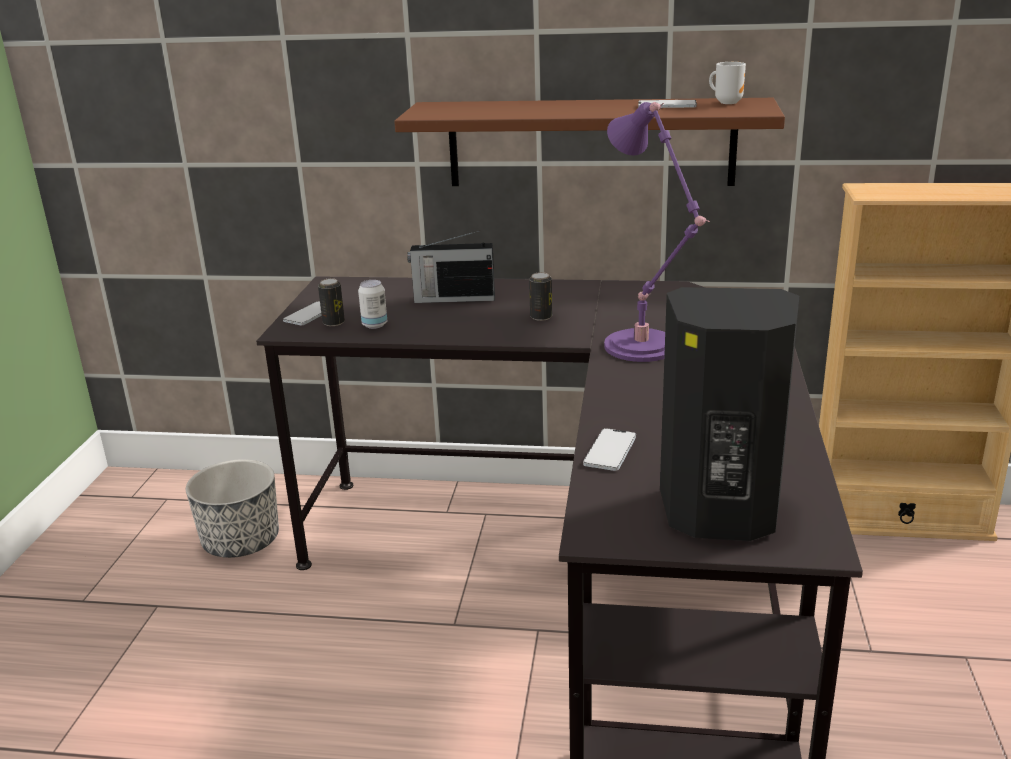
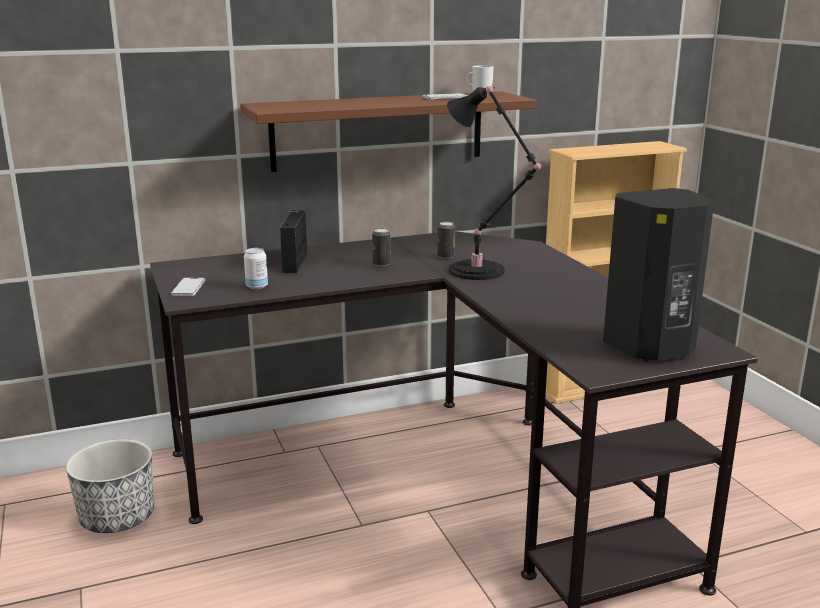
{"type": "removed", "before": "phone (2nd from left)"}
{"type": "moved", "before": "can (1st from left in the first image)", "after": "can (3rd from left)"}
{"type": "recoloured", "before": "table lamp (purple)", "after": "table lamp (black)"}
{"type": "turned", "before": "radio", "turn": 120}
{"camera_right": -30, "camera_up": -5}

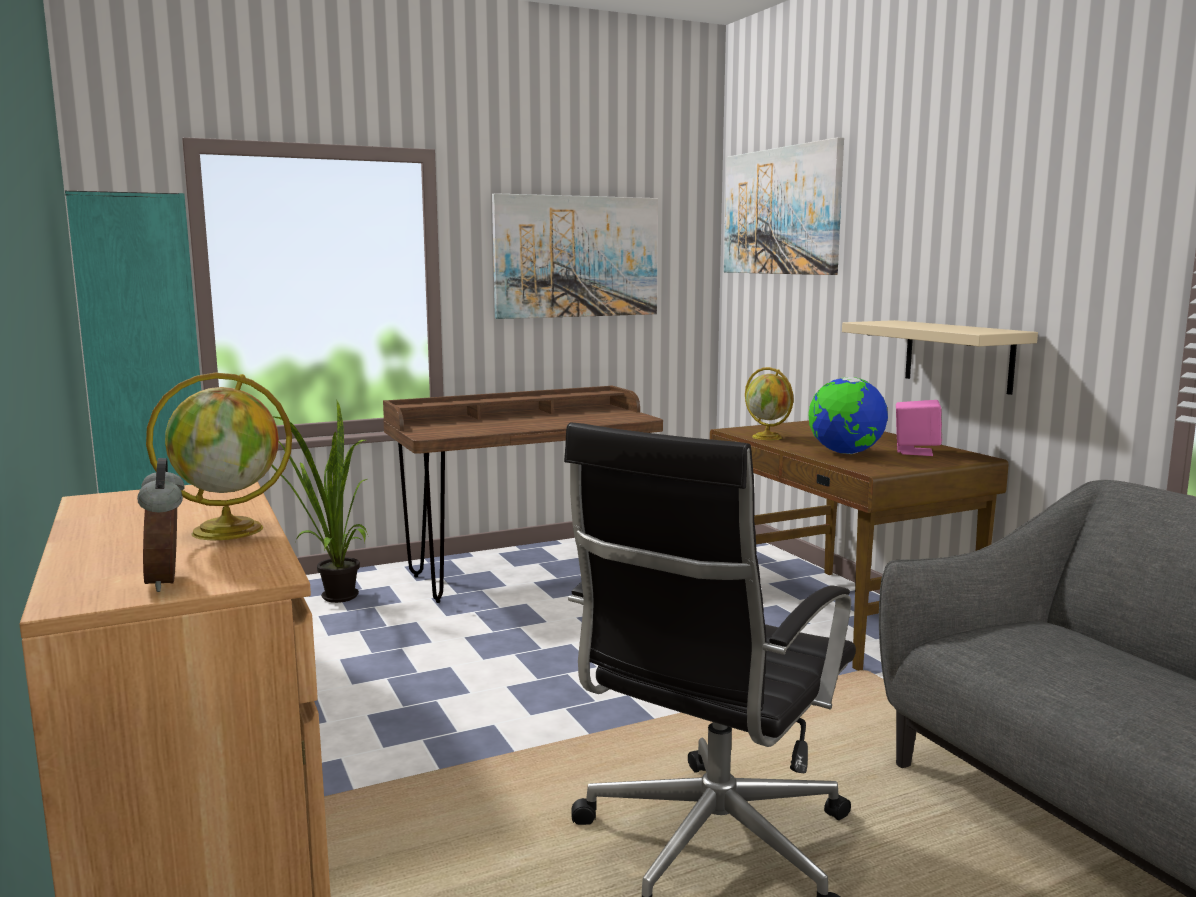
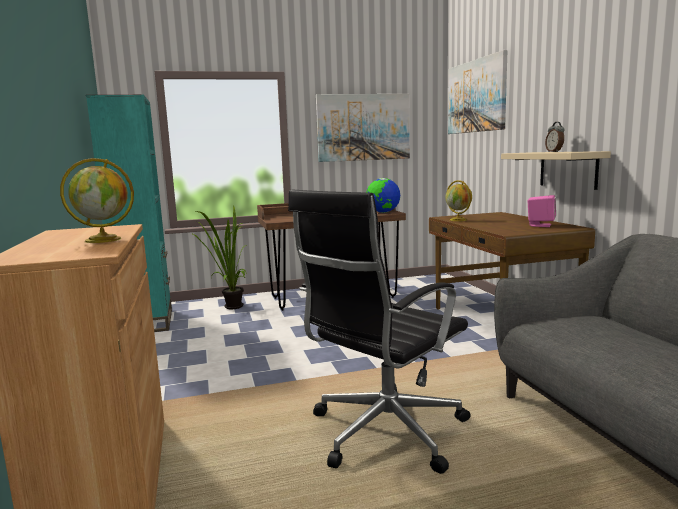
{"type": "moved", "before": "alarm clock"}
{"type": "moved", "before": "globe (3rd from left in the first image)", "after": "globe (2nd from left)"}
{"camera_right": 10, "camera_up": 0}

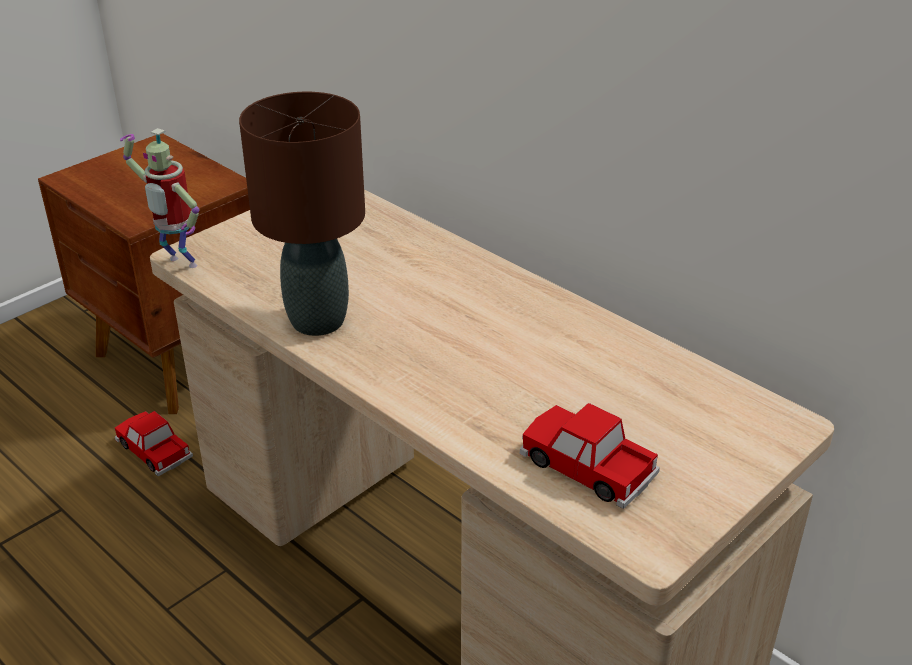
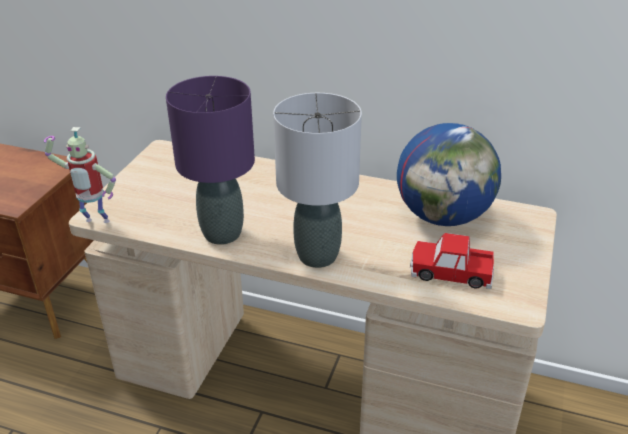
{"type": "removed", "before": "toy car (1st from left)"}
{"type": "added", "after": "table lamp (grey)"}
{"type": "added", "after": "globe"}
{"type": "recoloured", "before": "table lamp (brown)", "after": "table lamp (purple)"}
{"camera_right": -25, "camera_up": 0}

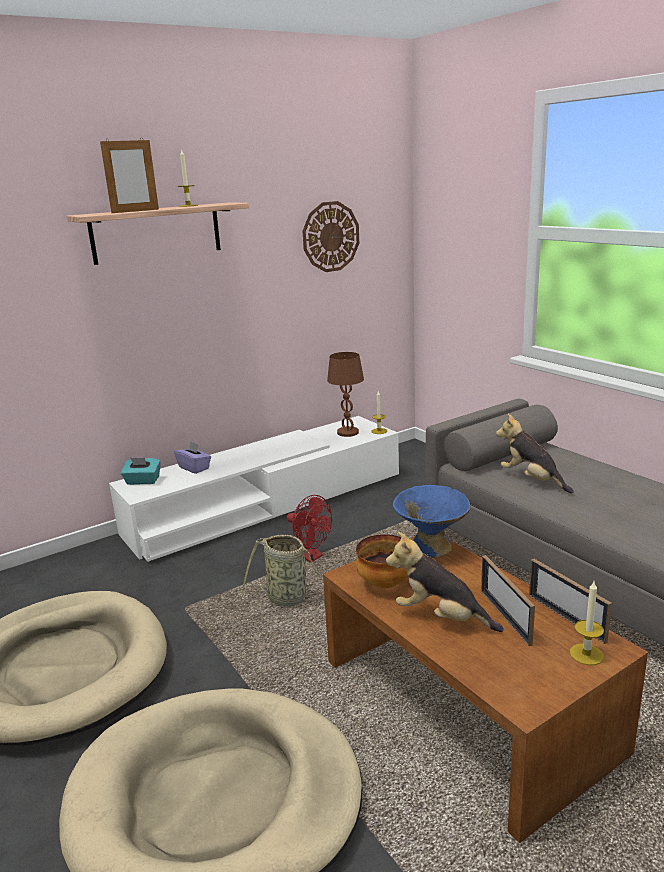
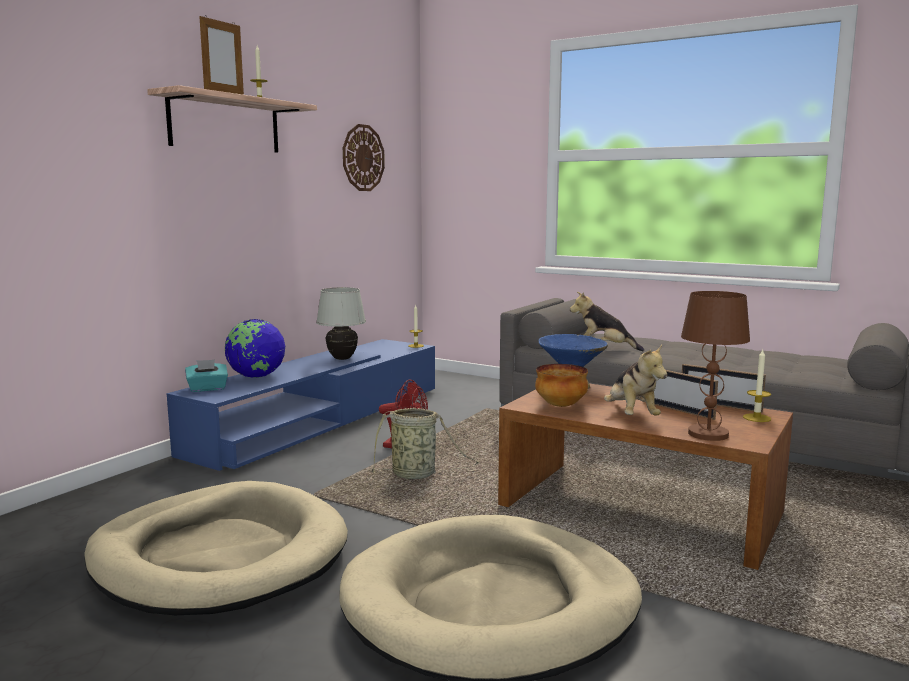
{"type": "added", "after": "table lamp (white)"}
{"type": "moved", "before": "table lamp (brown)"}
{"type": "replaced", "before": "tissue box (purple)", "after": "globe"}
{"type": "recoloured", "before": "tv stand (white)", "after": "tv stand (blue)"}
{"type": "turned", "before": "plush toy (1st from left in the first image)", "turn": -105}
{"camera_right": -25, "camera_up": -10}

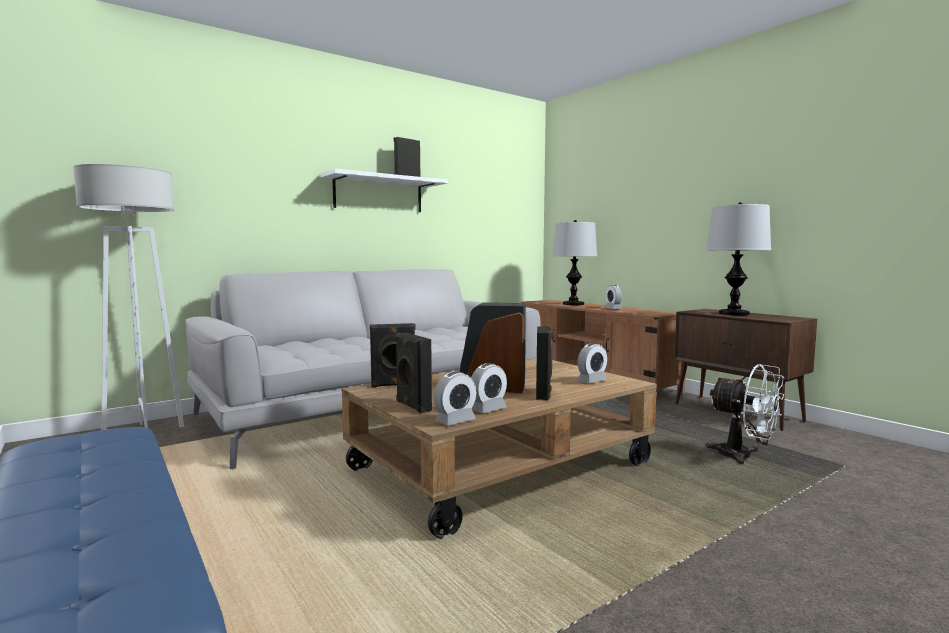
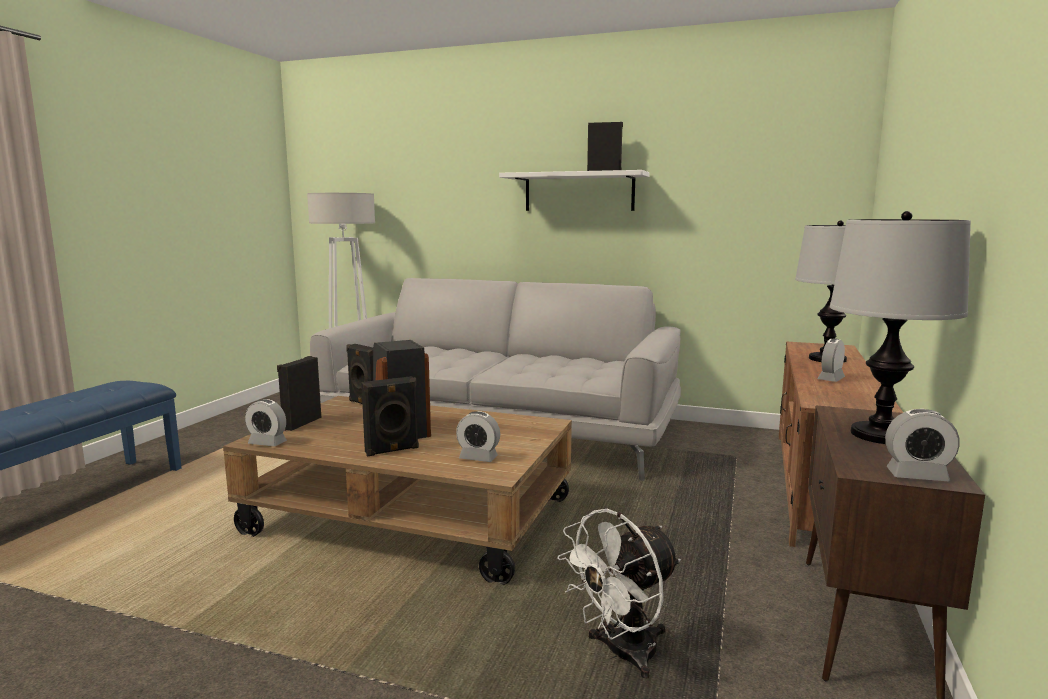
{"type": "moved", "before": "alarm clock (2nd from left in the first image)", "after": "alarm clock (4th from left)"}
{"type": "turned", "before": "fan (white)", "turn": 45}
{"camera_right": 55, "camera_up": 5}

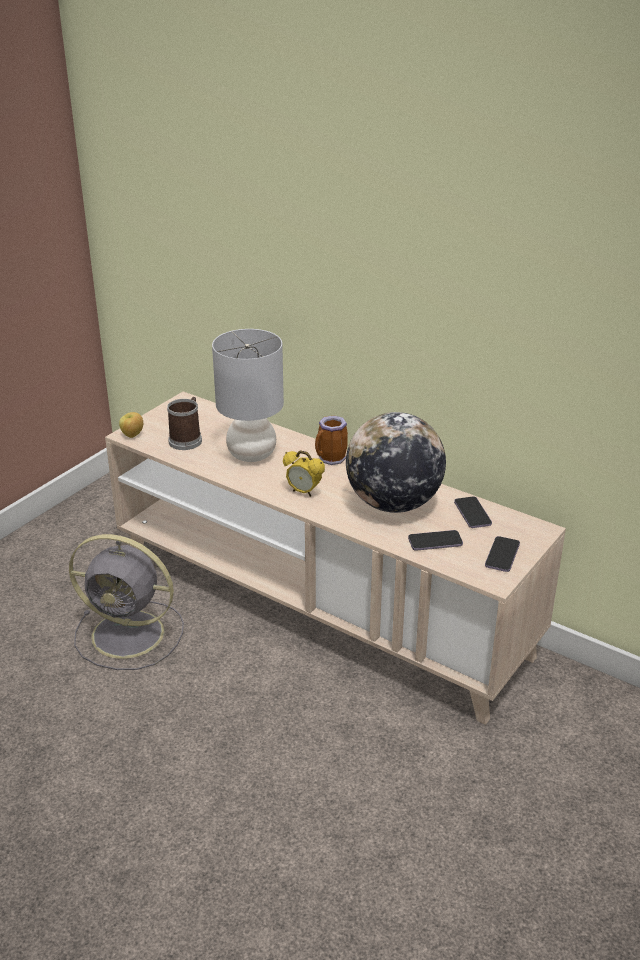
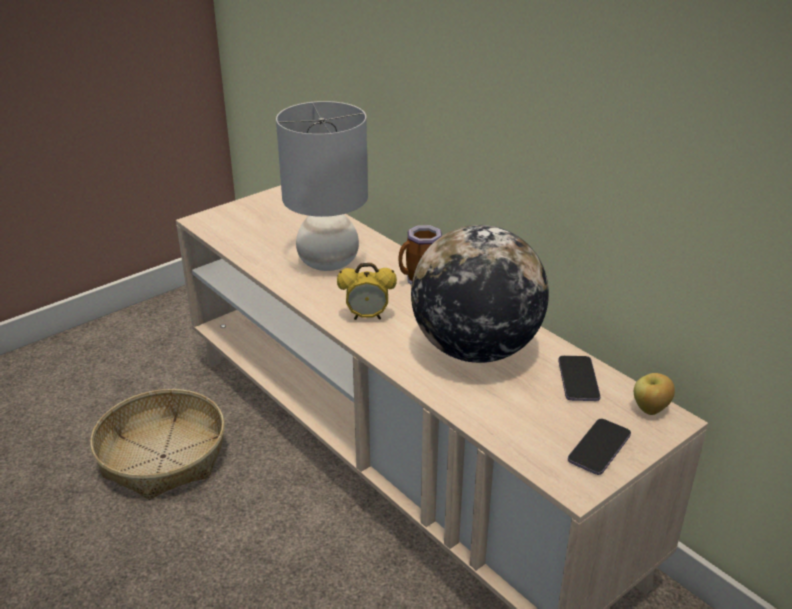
{"type": "removed", "before": "mug (1st from left)"}
{"type": "removed", "before": "phone (1st from left)"}
{"type": "moved", "before": "apple"}
{"type": "replaced", "before": "fan (grey)", "after": "basket"}
{"type": "turned", "before": "alarm clock", "turn": -45}
{"camera_right": 15, "camera_up": 0}

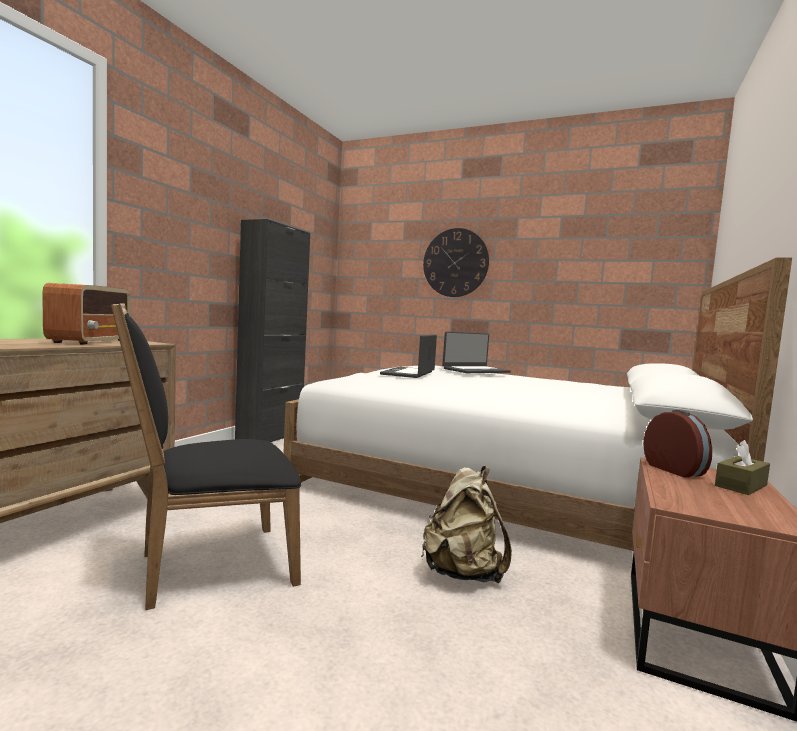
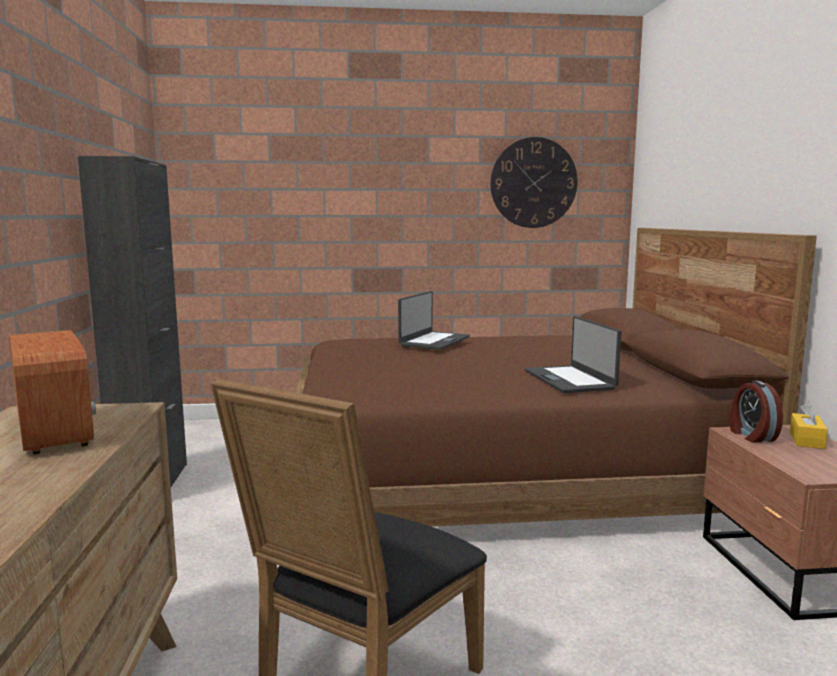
{"type": "removed", "before": "backpack (beige)"}
{"type": "moved", "before": "laptop (1st from left in the first image)", "after": "laptop (2nd from left)"}
{"type": "moved", "before": "wall clock"}
{"type": "recoloured", "before": "bed (white)", "after": "bed (brown)"}
{"type": "recoloured", "before": "tissue box (brown)", "after": "tissue box (yellow)"}
{"type": "turned", "before": "alarm clock", "turn": -135}
{"camera_right": -30, "camera_up": 5}

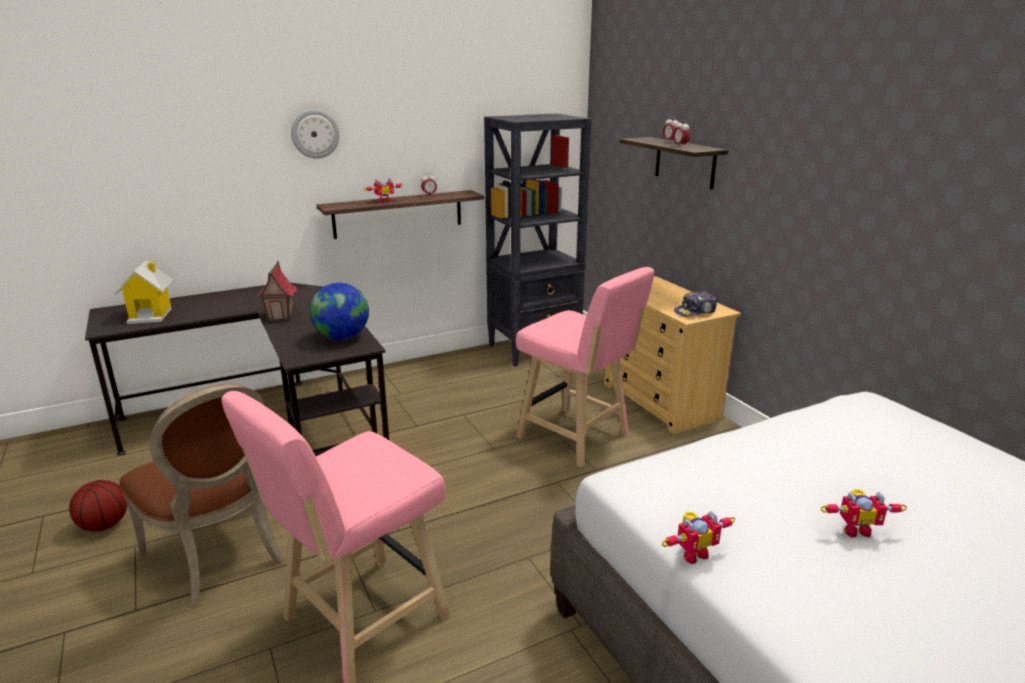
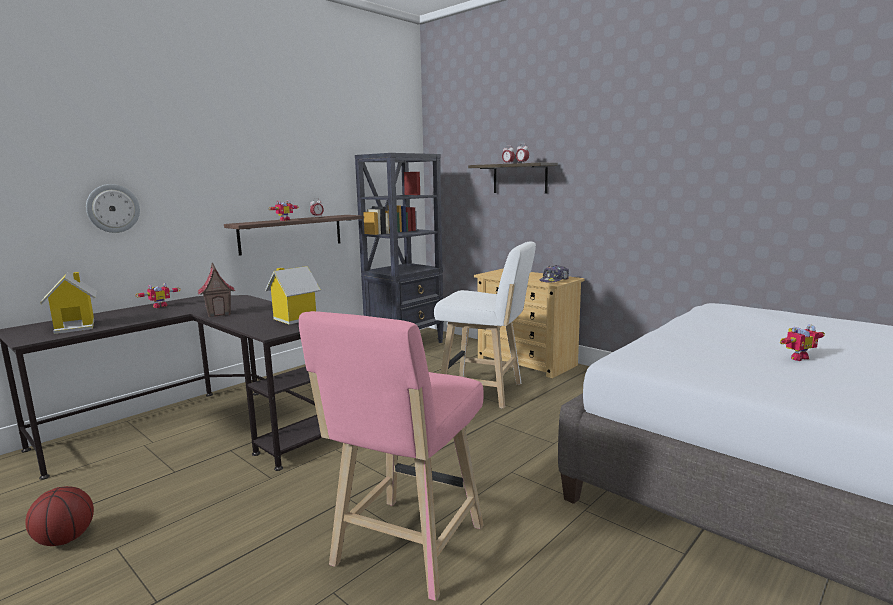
{"type": "removed", "before": "chair (brown)"}
{"type": "moved", "before": "wall clock"}
{"type": "moved", "before": "toy robot (2nd from left in the first image)", "after": "toy robot (1st from left)"}
{"type": "replaced", "before": "globe", "after": "toy house (3rd from left)"}
{"type": "recoloured", "before": "stool (pink) (2nd from left)", "after": "stool (white)"}
{"camera_right": -20, "camera_up": -10}

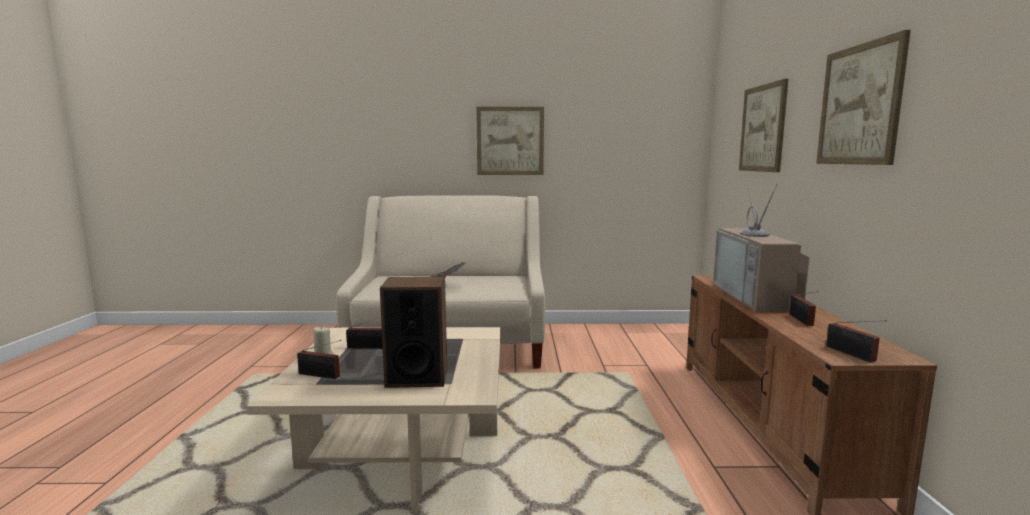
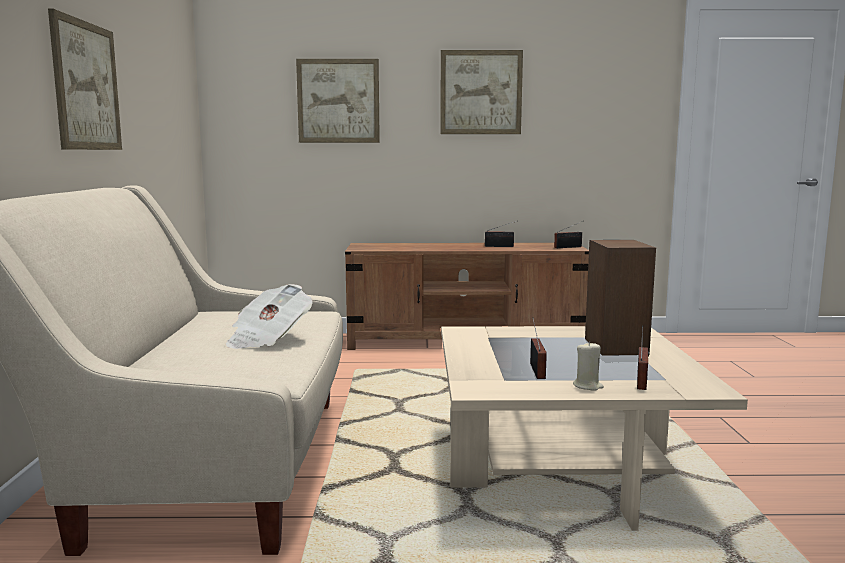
{"type": "removed", "before": "television"}
{"camera_right": -90, "camera_up": 0}

